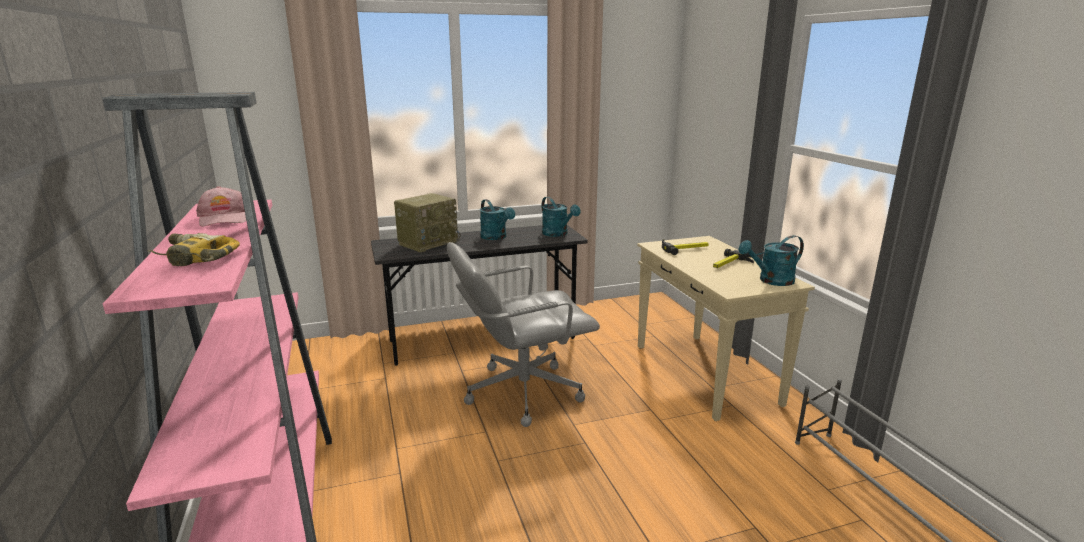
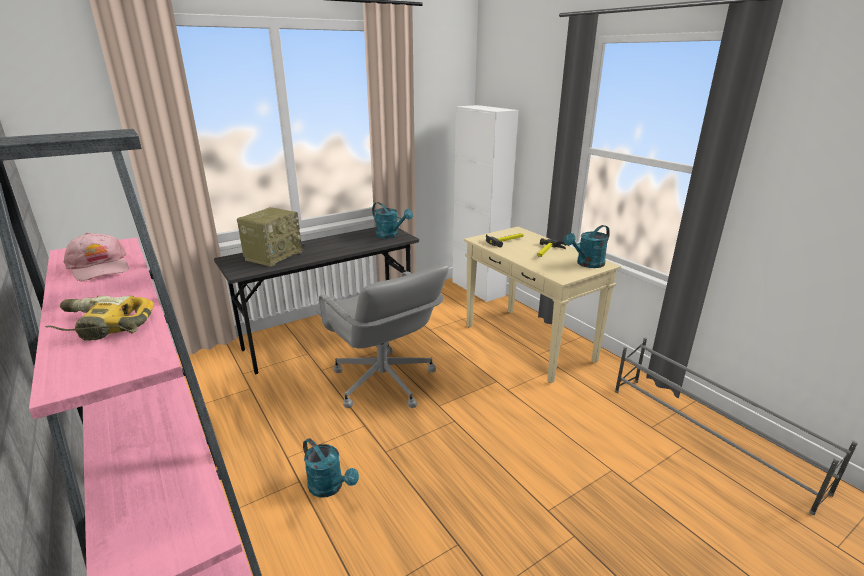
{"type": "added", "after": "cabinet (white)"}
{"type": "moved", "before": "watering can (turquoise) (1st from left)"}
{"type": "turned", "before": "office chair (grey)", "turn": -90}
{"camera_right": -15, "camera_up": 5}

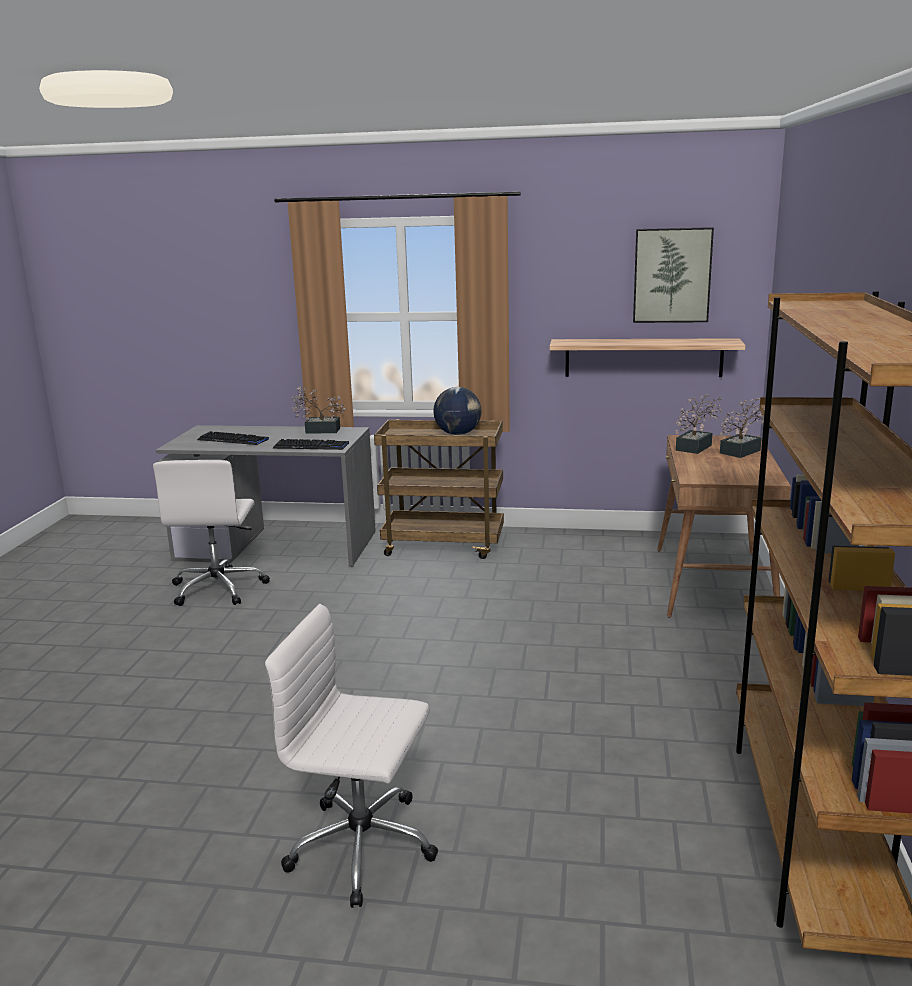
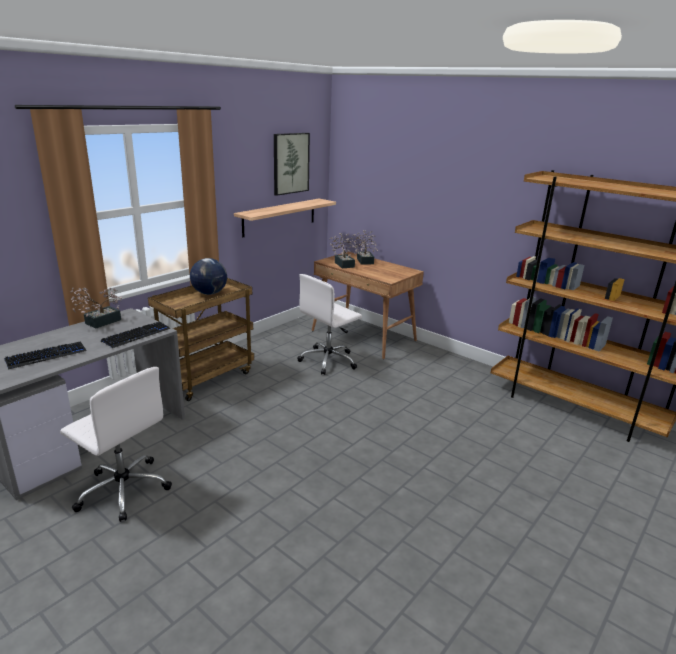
{"type": "moved", "before": "office chair (white) (2nd from left)"}
{"camera_right": -60, "camera_up": 5}

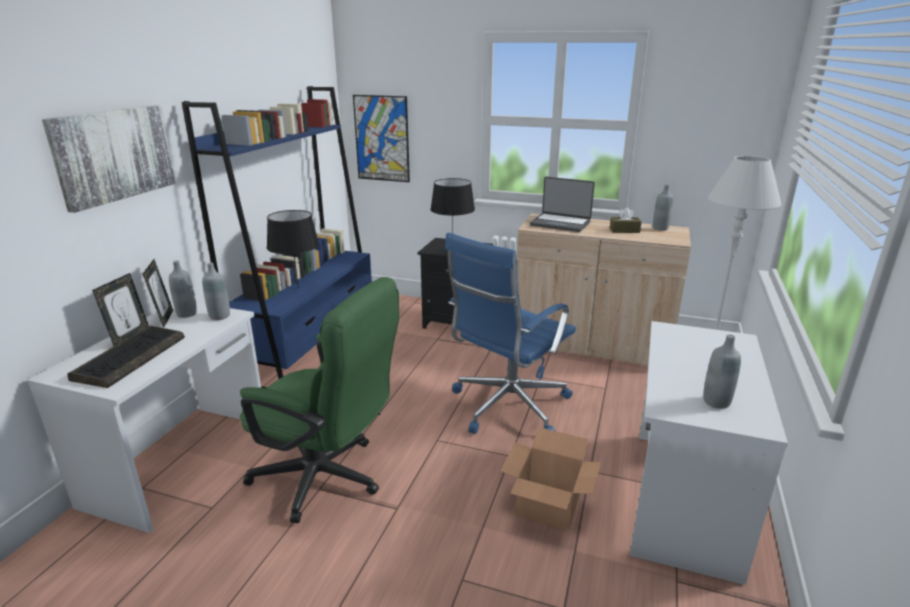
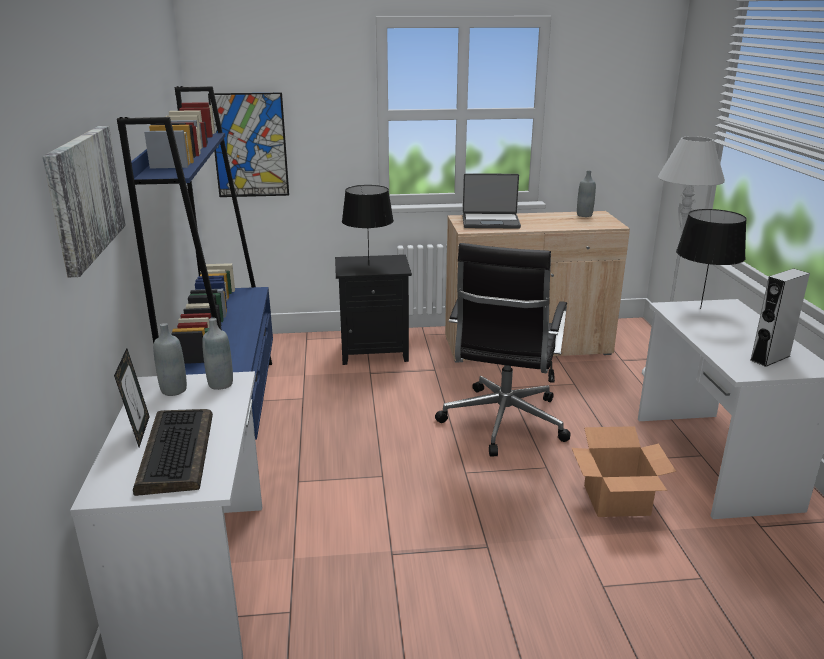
{"type": "removed", "before": "picture frame (2nd from left)"}
{"type": "removed", "before": "office chair (green)"}
{"type": "removed", "before": "tissue box (brown)"}
{"type": "moved", "before": "table lamp (black) (1st from left in the first image)", "after": "table lamp (black) (2nd from left)"}
{"type": "replaced", "before": "bottle (grey) (4th from left)", "after": "speaker (grey)"}
{"type": "recoloured", "before": "office chair (blue)", "after": "office chair (black)"}
{"camera_right": -25, "camera_up": 0}

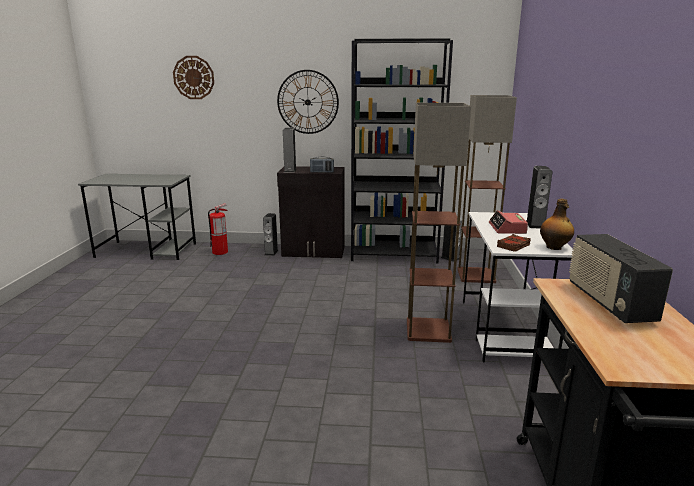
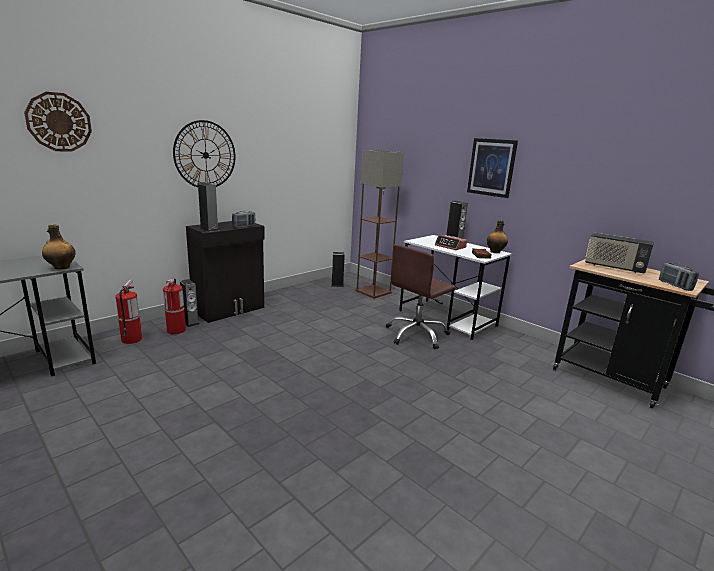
{"type": "removed", "before": "bookcase (black)"}
{"type": "added", "after": "bottle (1st from left)"}
{"type": "added", "after": "fire extinguisher (2nd from left)"}
{"type": "added", "after": "picture"}
{"type": "added", "after": "radio (3rd from left)"}
{"type": "replaced", "before": "floor lamp (1st from left)", "after": "office chair (brown)"}
{"camera_right": -50, "camera_up": 0}

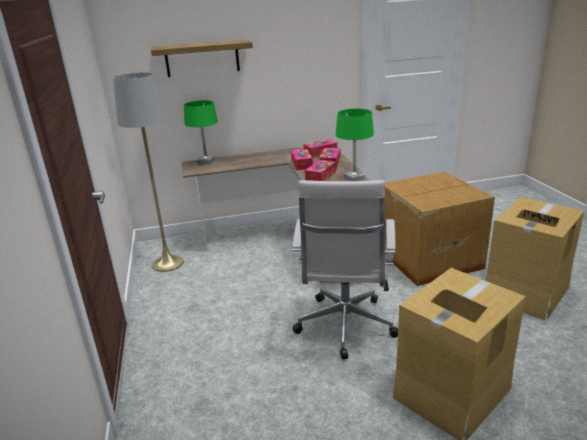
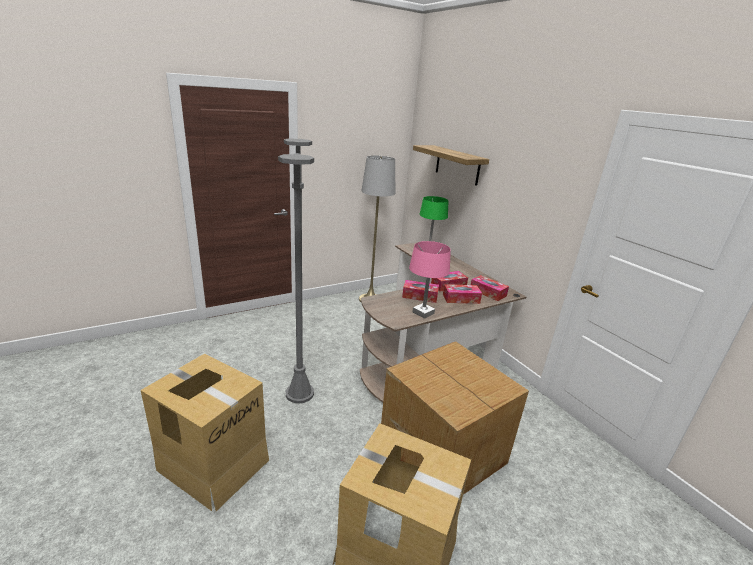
{"type": "replaced", "before": "office chair (white)", "after": "floor lamp (grey) (1st from left)"}
{"type": "recoloured", "before": "table lamp (green) (2nd from left)", "after": "table lamp (pink)"}
{"camera_right": 70, "camera_up": 0}

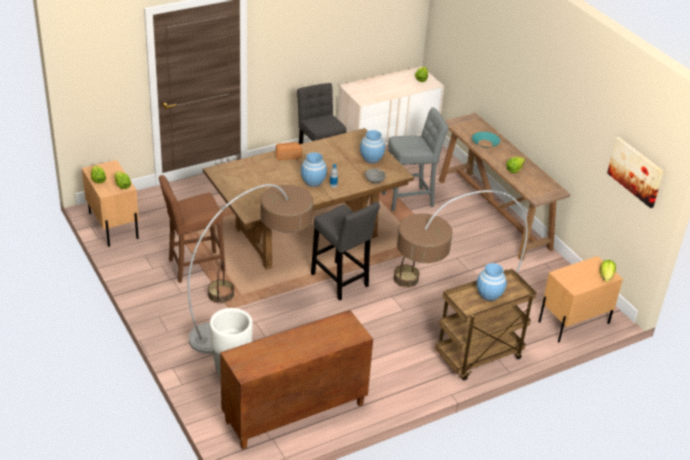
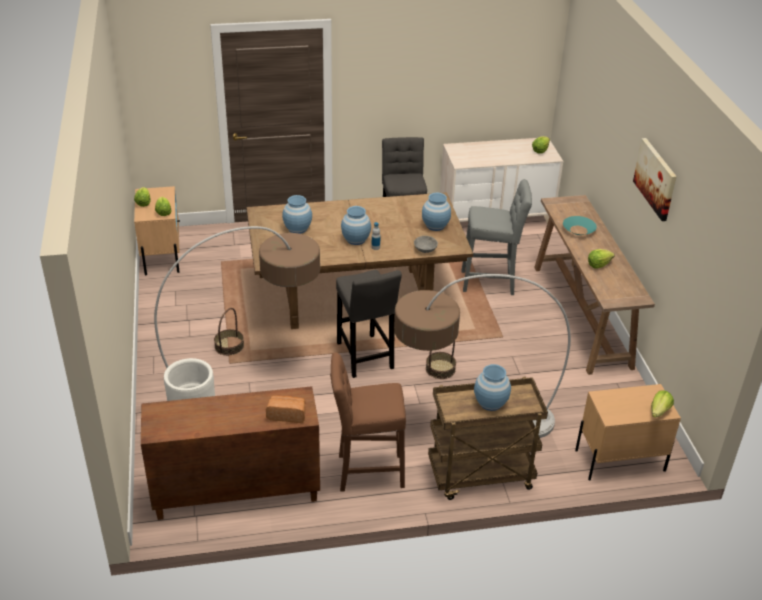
{"type": "added", "after": "vase (blue) (1st from left)"}
{"type": "moved", "before": "stool (brown)"}
{"type": "moved", "before": "bread"}
{"type": "moved", "before": "picture"}
{"camera_right": 20, "camera_up": 0}

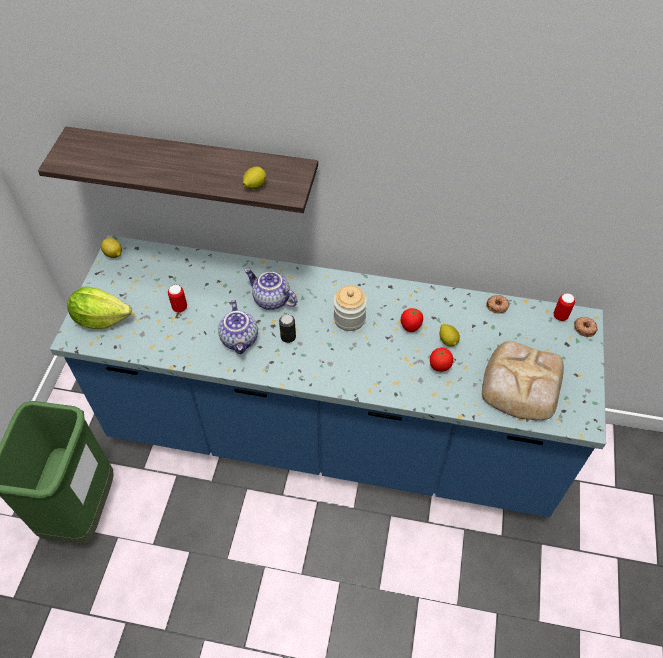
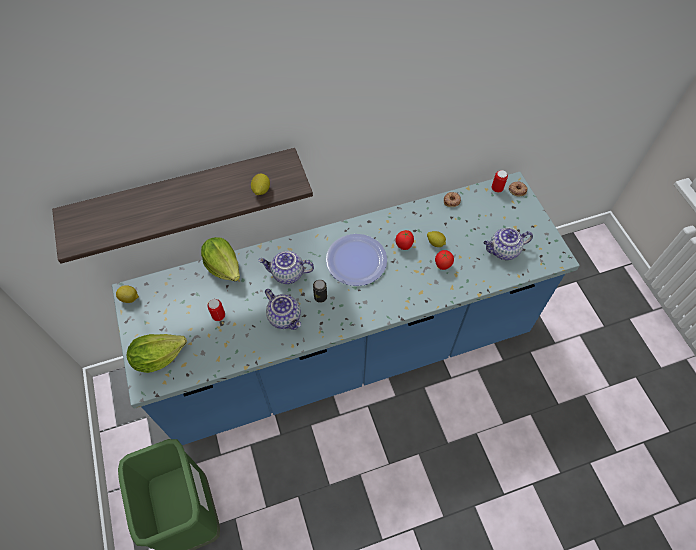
{"type": "added", "after": "lettuce (2nd from left)"}
{"type": "replaced", "before": "jar", "after": "plate"}
{"type": "replaced", "before": "bread", "after": "teapot (3rd from left)"}
{"camera_right": -30, "camera_up": 5}

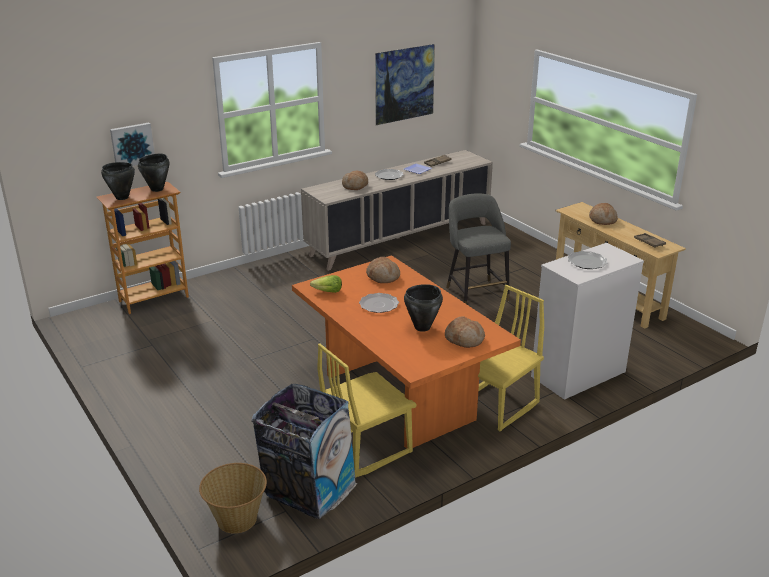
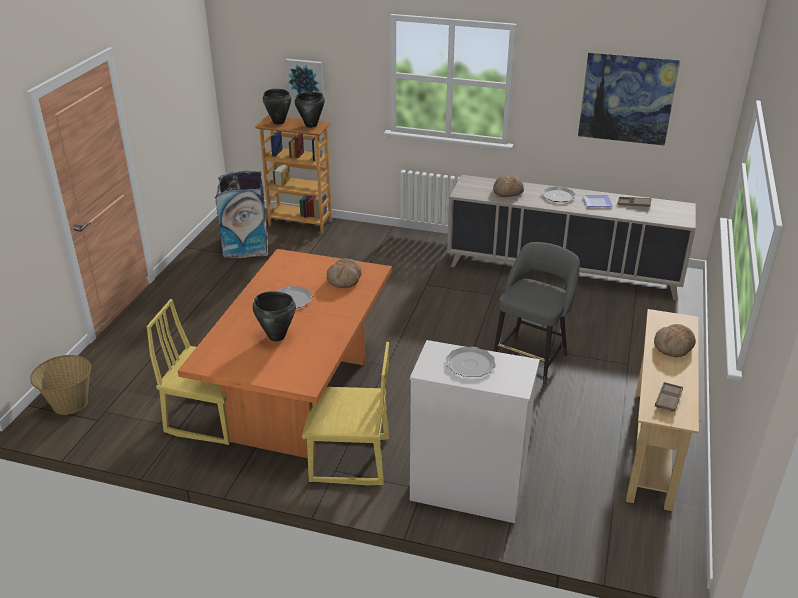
{"type": "removed", "before": "lettuce"}
{"type": "removed", "before": "bread (3rd from left)"}
{"type": "moved", "before": "trash can"}
{"camera_right": 50, "camera_up": 5}

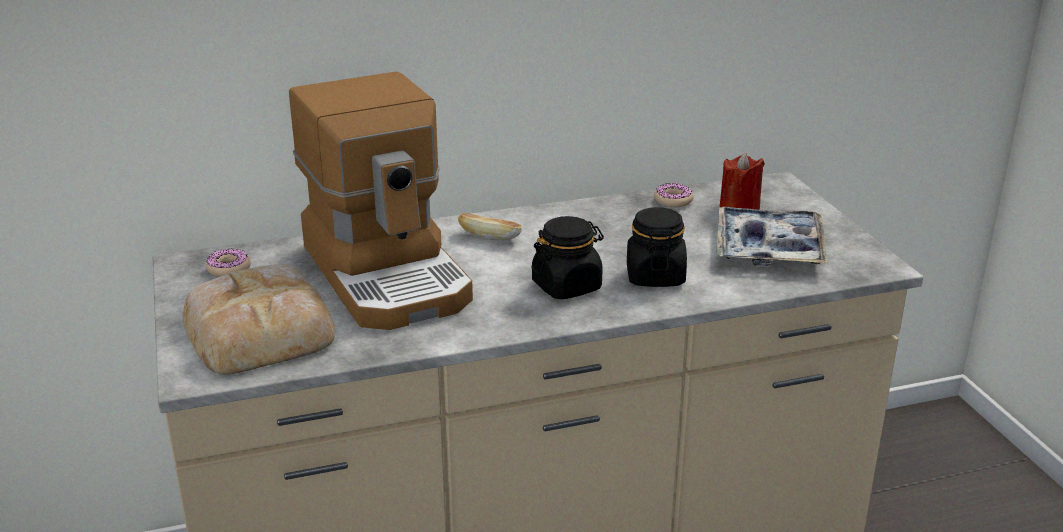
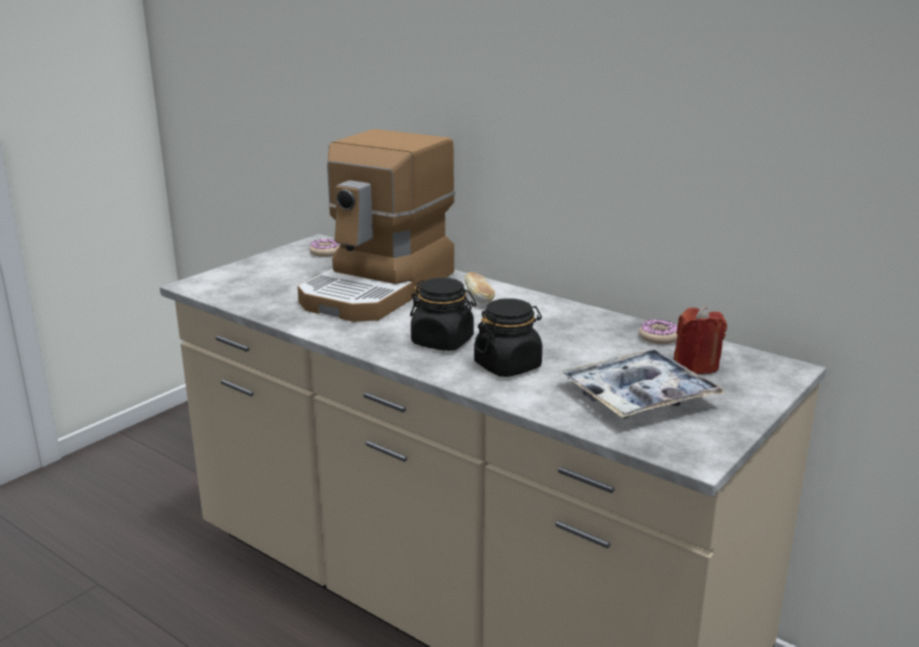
{"type": "removed", "before": "bread (1st from left)"}
{"camera_right": 55, "camera_up": -5}

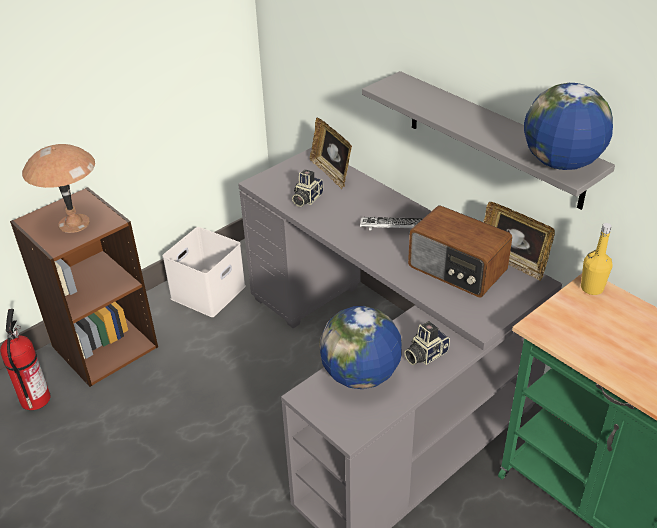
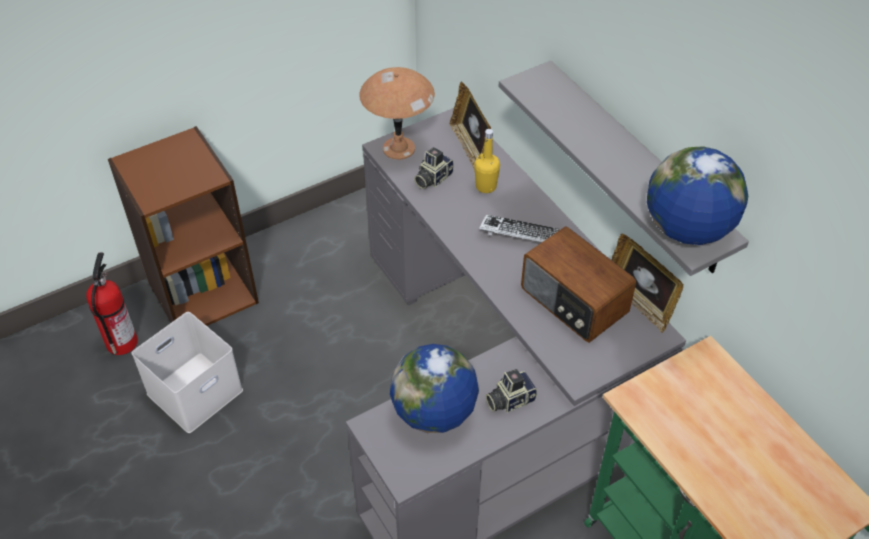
{"type": "moved", "before": "table lamp (brown)"}
{"type": "moved", "before": "storage box (white)"}
{"type": "moved", "before": "bottle (yellow)"}
{"camera_right": 10, "camera_up": 10}

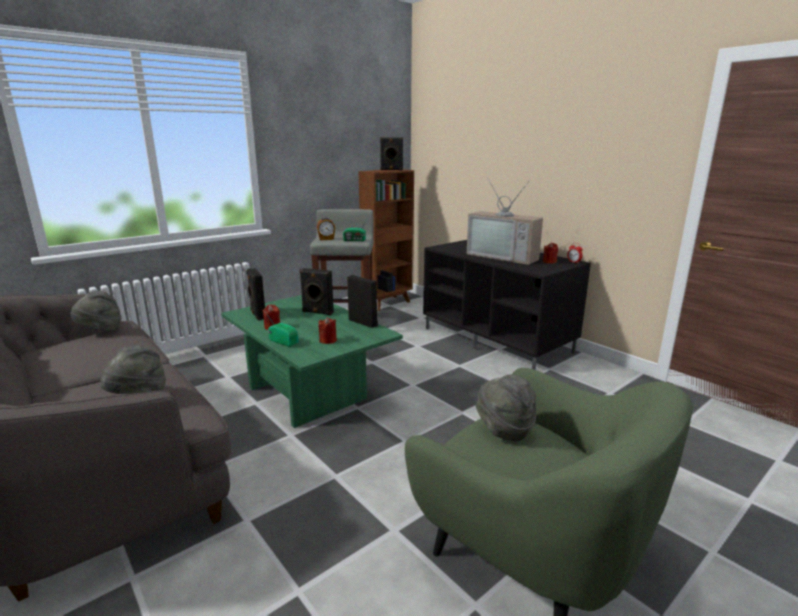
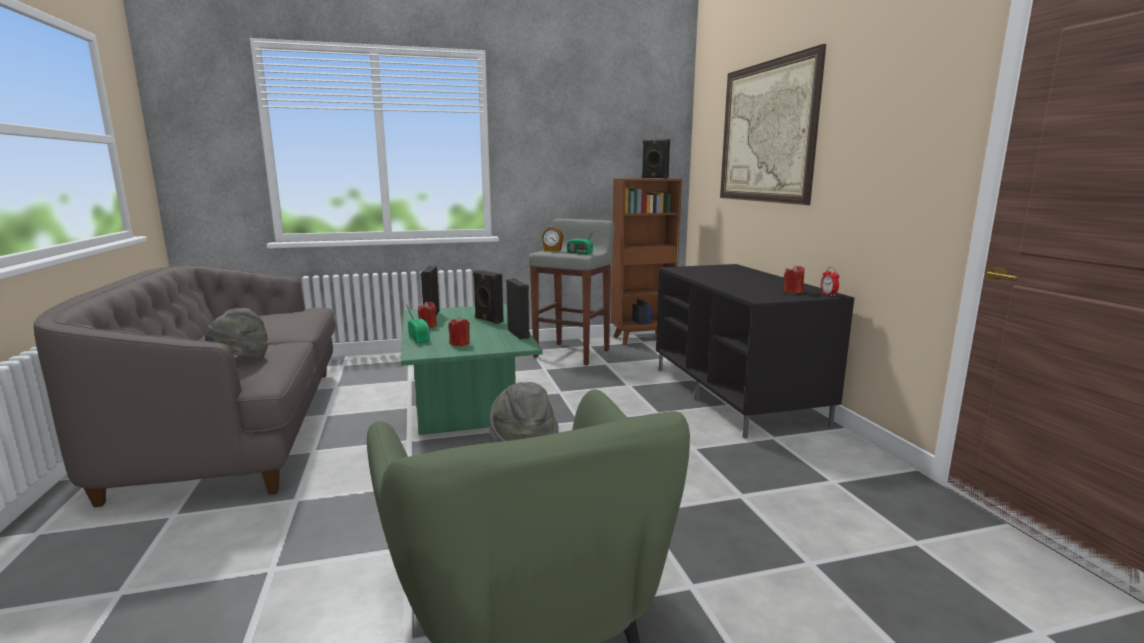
{"type": "removed", "before": "hat (grey) (1st from left)"}
{"type": "removed", "before": "television"}
{"type": "added", "after": "picture"}
{"camera_right": 25, "camera_up": -5}

